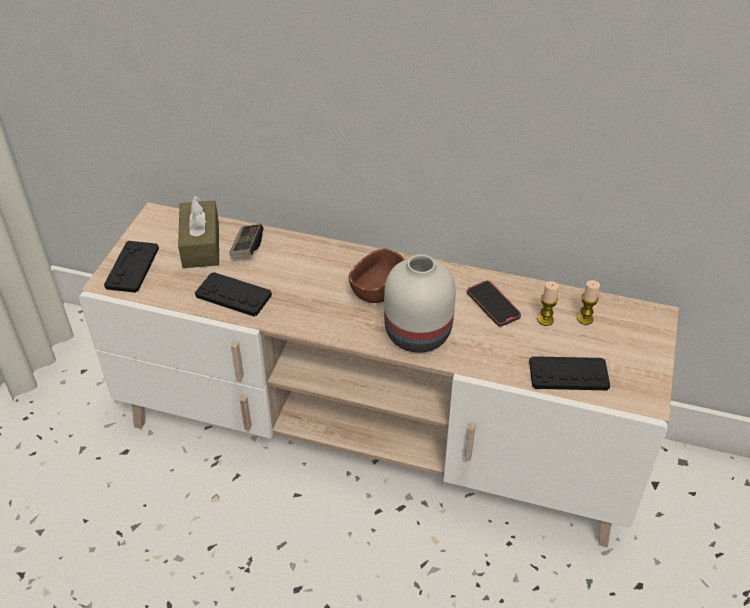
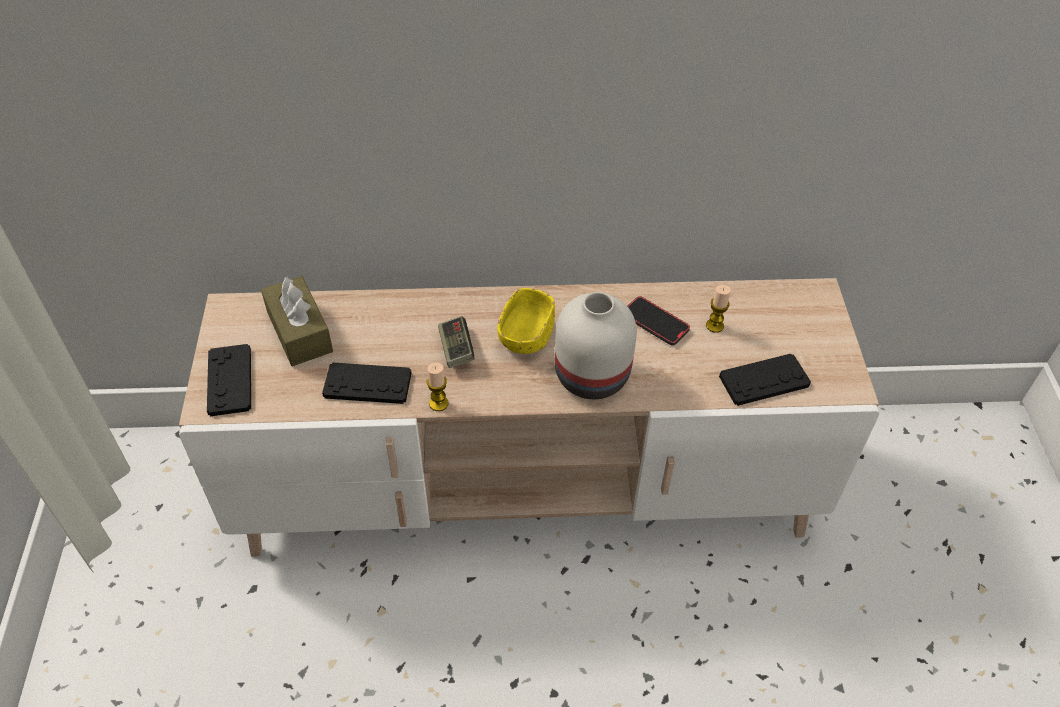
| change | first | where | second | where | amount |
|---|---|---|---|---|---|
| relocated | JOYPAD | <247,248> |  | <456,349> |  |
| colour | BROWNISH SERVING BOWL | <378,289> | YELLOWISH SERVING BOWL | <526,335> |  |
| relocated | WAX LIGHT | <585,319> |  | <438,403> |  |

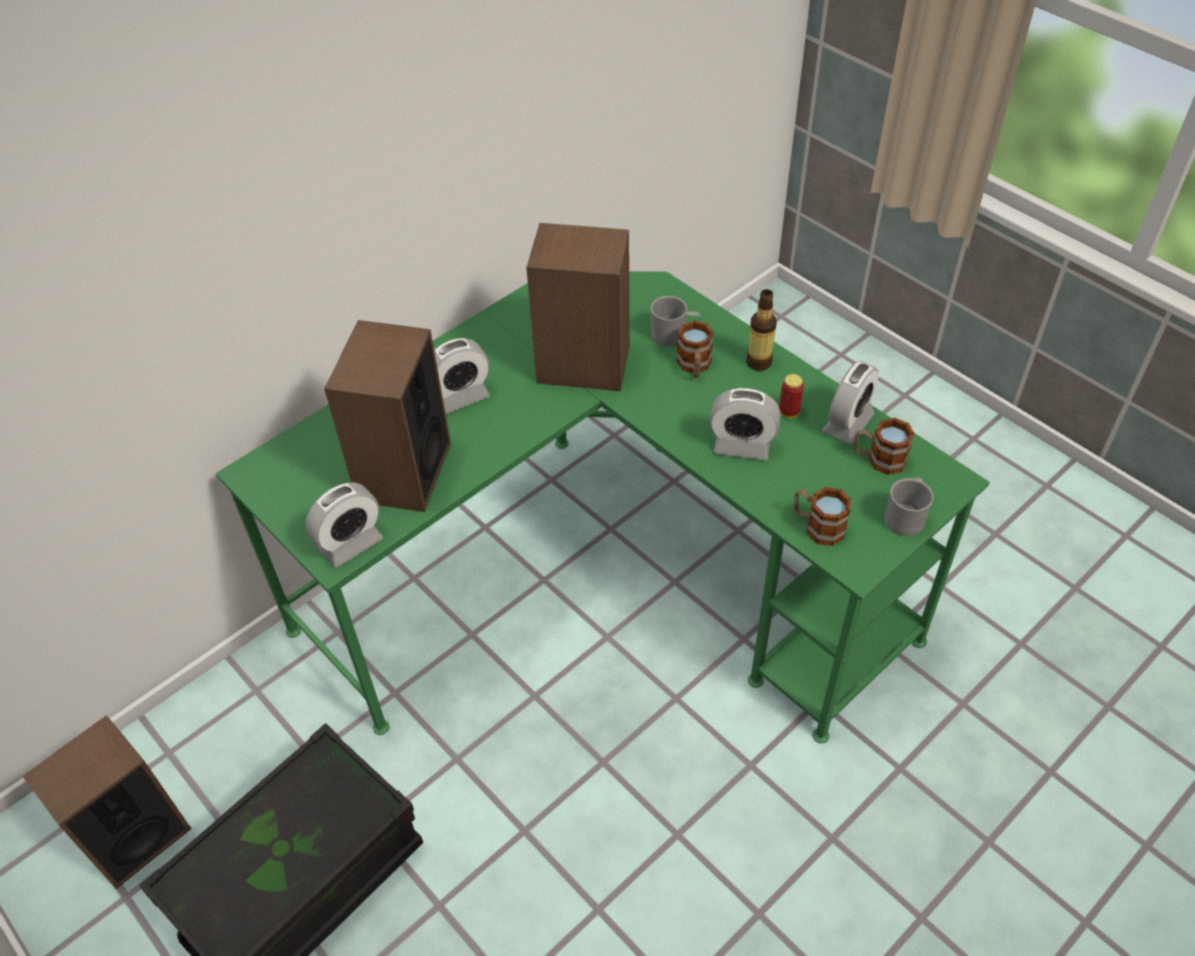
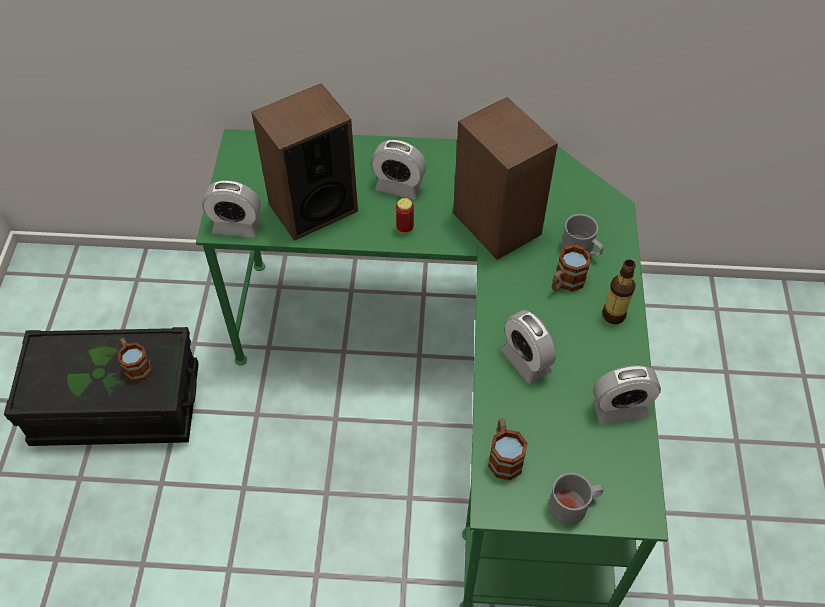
| change | first | where | second | where | amount |
|---|---|---|---|---|---|
| missing | LOUDSPEAKER | <136,835> |  |  |  |
| relocated | METAL CAN | <788,412> |  | <405,228> |  |
| relocated | TEA MUG | <878,459> |  | <136,366> |  |

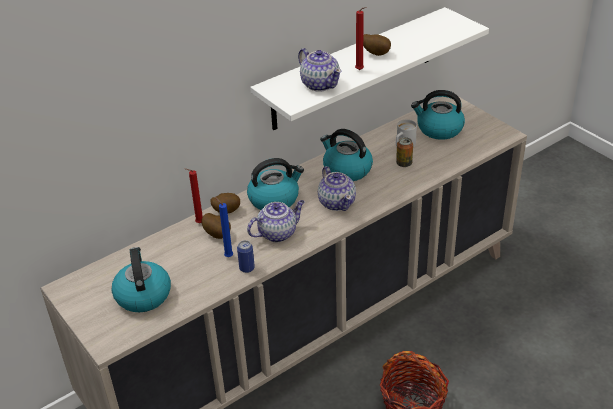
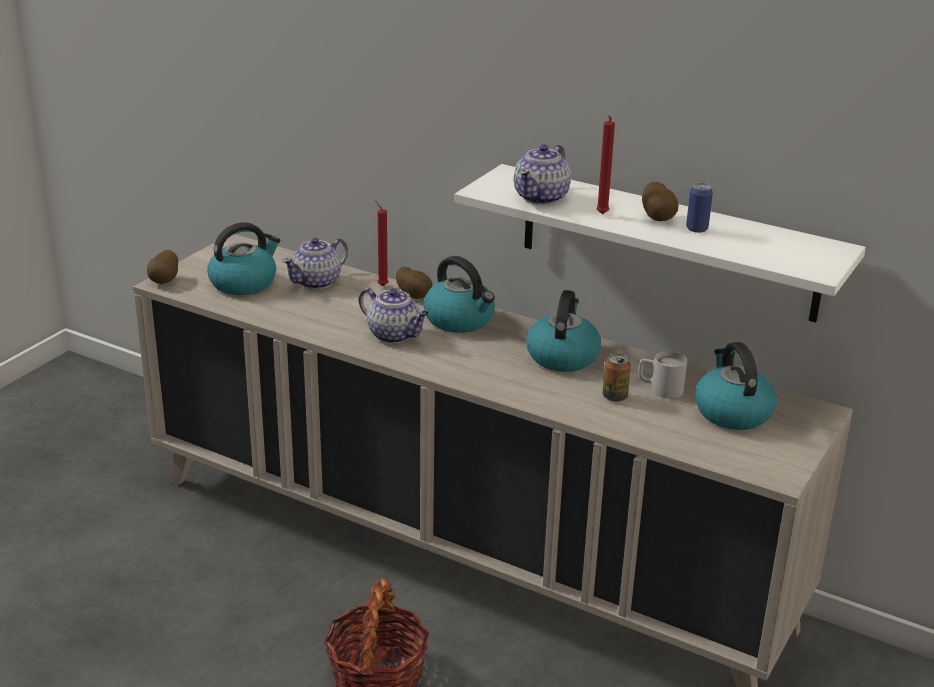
| change | first | where | second | where | amount |
|---|---|---|---|---|---|
| relocated | WHOLE POTATO | <218,234> |  | <165,281> |  |
| missing | BLUE WAX LIGHT | <227,256> |  |  |  |
| relocated | METAL CAN | <247,268> |  | <697,229> |  |
| relocated | POT FOR TEA | <337,202> |  | <317,282> |  |

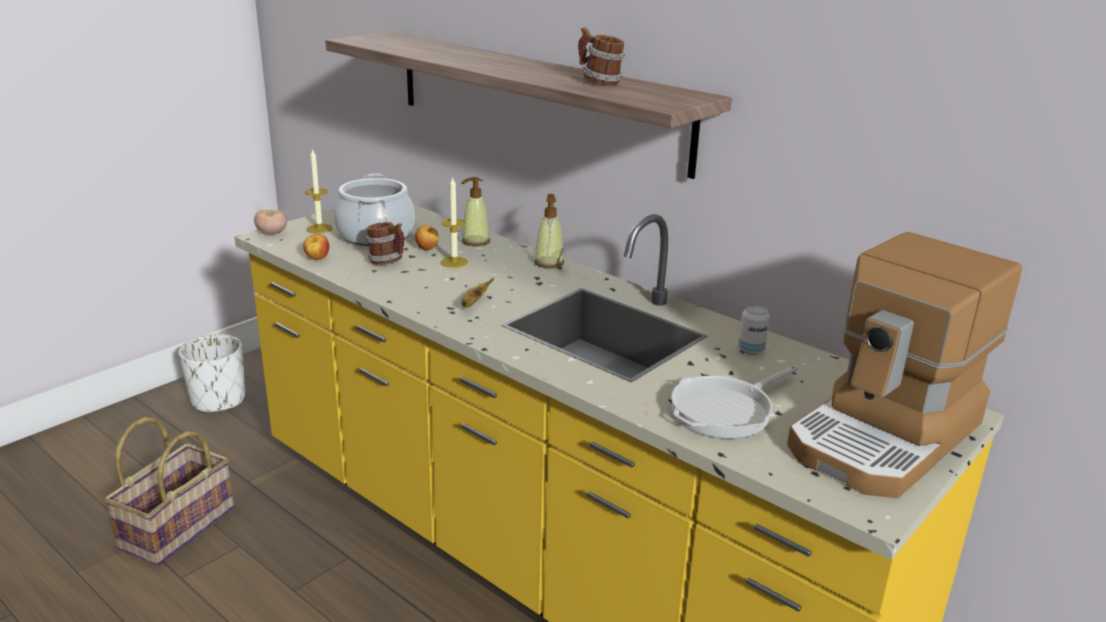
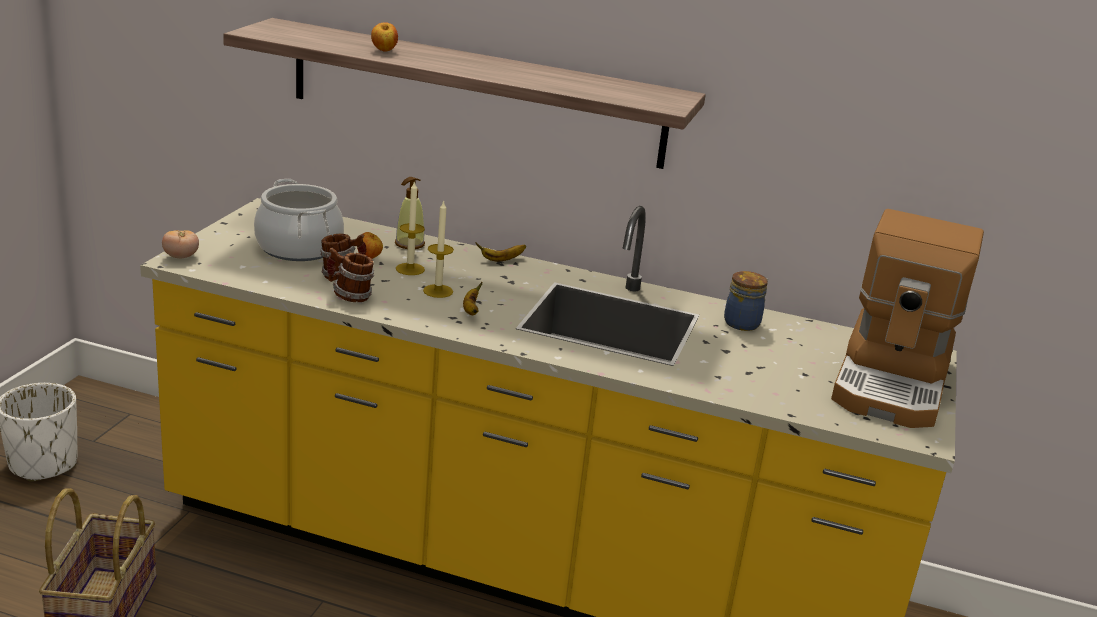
| change | first | where | second | where | amount |
|---|---|---|---|---|---|
| relocated | APPLE | <317,259> |  | <384,51> |  |
| relocated | WAX LIGHT | <319,229> |  | <438,291> |  |
| exchanged | SOAP BOTTLE | <549,263> | WHOLE BANANA | <501,260> |  |
| relocated | TEA MUG | <599,82> |  | <350,296> |  |
| missing | FRYING PAN | <726,410> |  |  |  |
| exchanged | METAL CAN | <751,350> | STORAGE JAR | <743,323> |  |

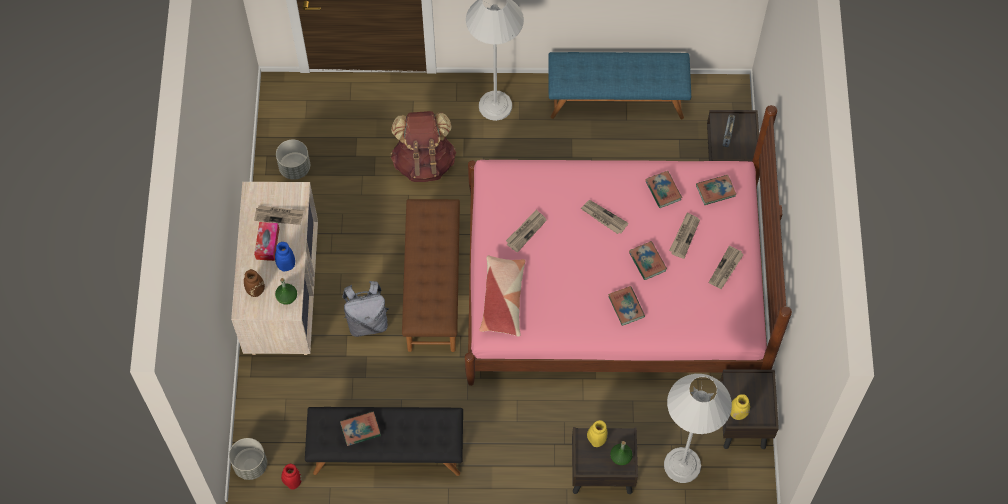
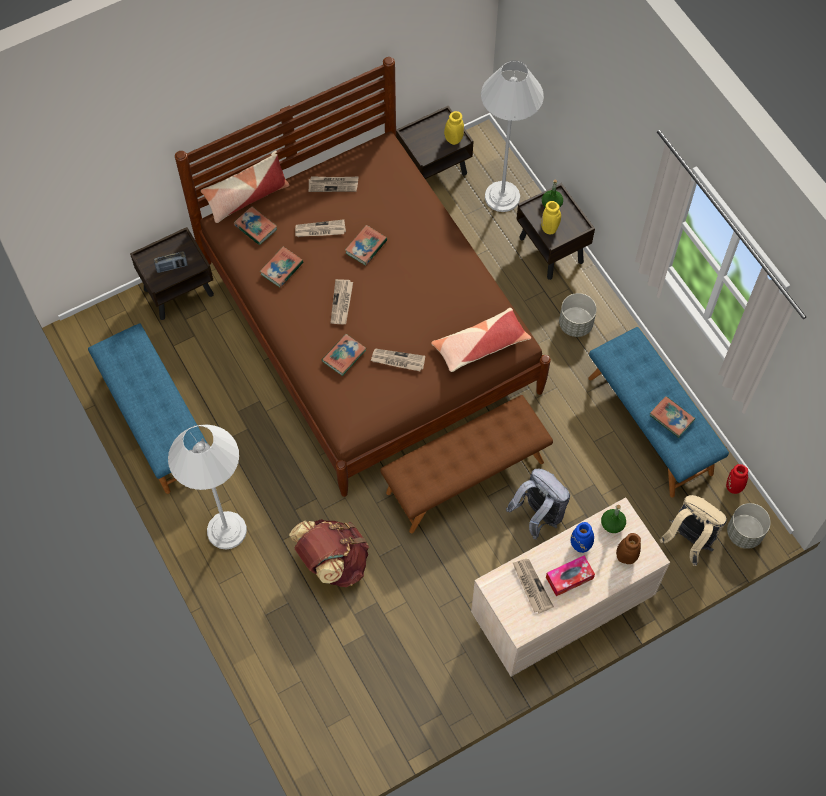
| change | first | where | second | where | amount |
|---|---|---|---|---|---|
| relocated | GREYISH FLOWER POT | <295,168> |  | <575,324> |  |
| colour | BLACKISH LONG SEAT | <387,452> | BLUE LONG SEAT | <651,425> |  |
| colour | PINKISH BED | <612,288> | BROWNISH BED | <369,325> |  |
| relocated | BOUND BOOK | <626,307> |  | <344,356> |  |
| appeared |  |  | PILLOW | <247,198> |  |
| appeared |  |  | BEIGE KNAPSACK | <688,540> |  |

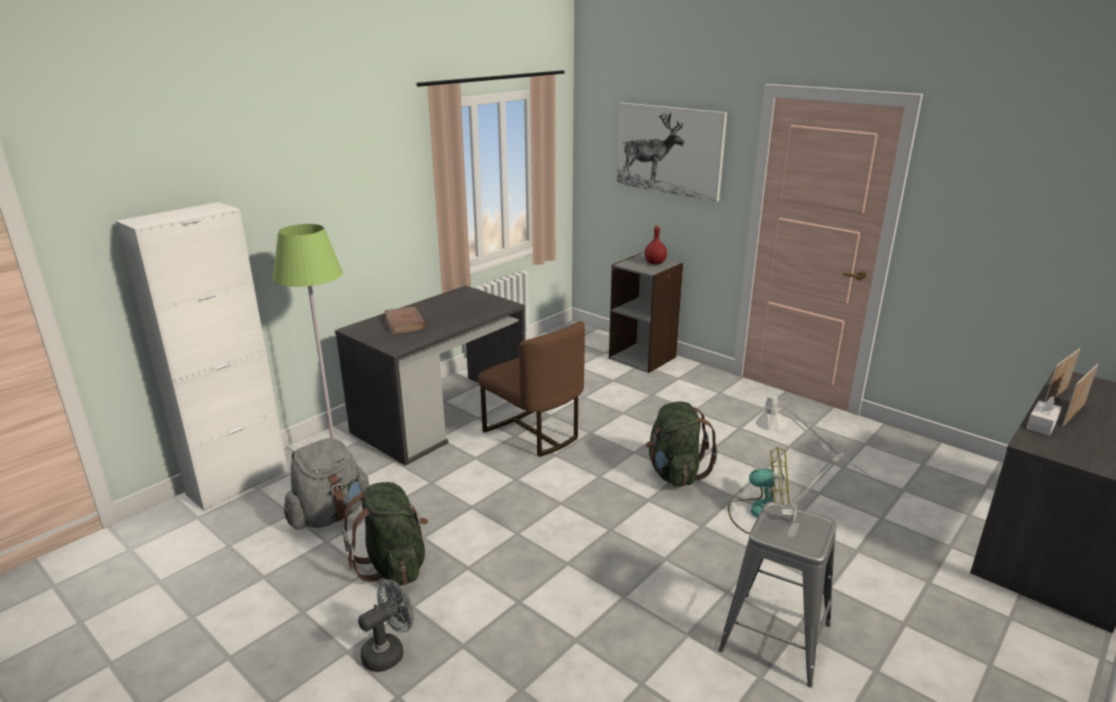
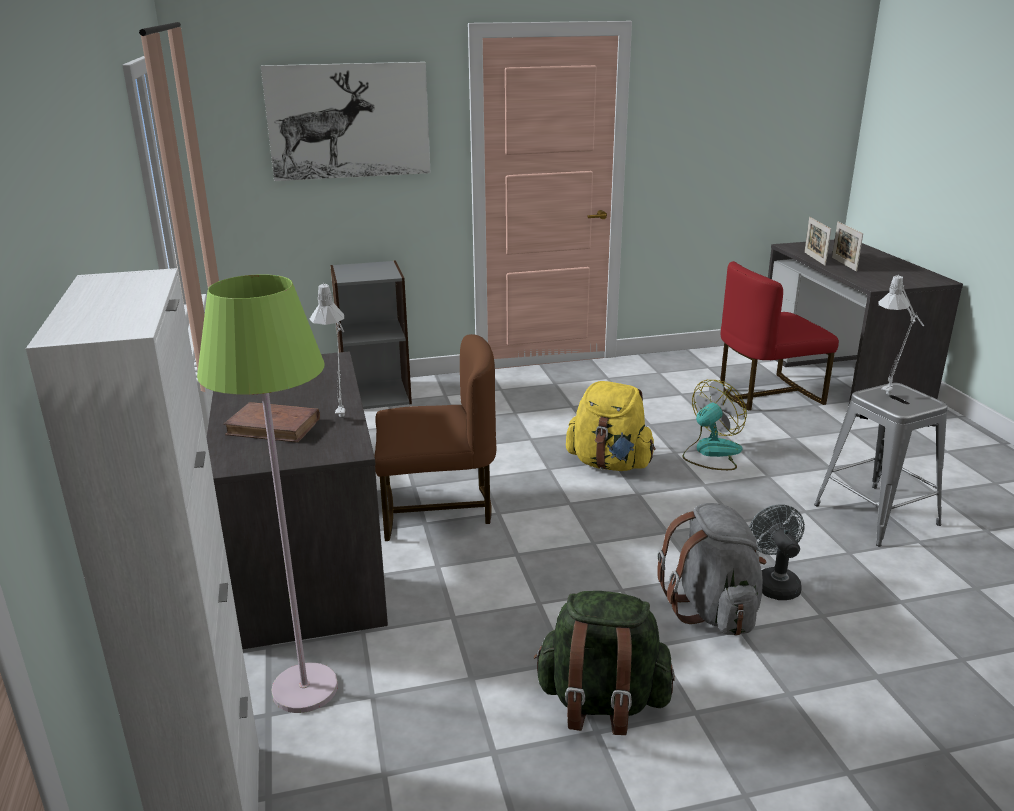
| change | first | where | second | where | amount |
|---|---|---|---|---|---|
| relocated | GREYISH KNAPSACK | <330,515> |  | <713,609> |  |
| relocated | GREYISH COOLING FAN | <389,651> |  | <774,583> |  |
| missing | RED BOTTLE | <654,263> |  |  |  |
| colour | GREEN KNAPSACK | <675,473> | YELLOWISH KNAPSACK | <609,464> |  |
| missing | WHITE-COLOURED TISSUE HOLDER | <1041,425> |  |  |  |
| appeared |  |  | GREYISH LAMP FOR A TABLE | <342,414> |  |
| appeared |  |  | RED PLAIN CHAIR | <767,394> |  |

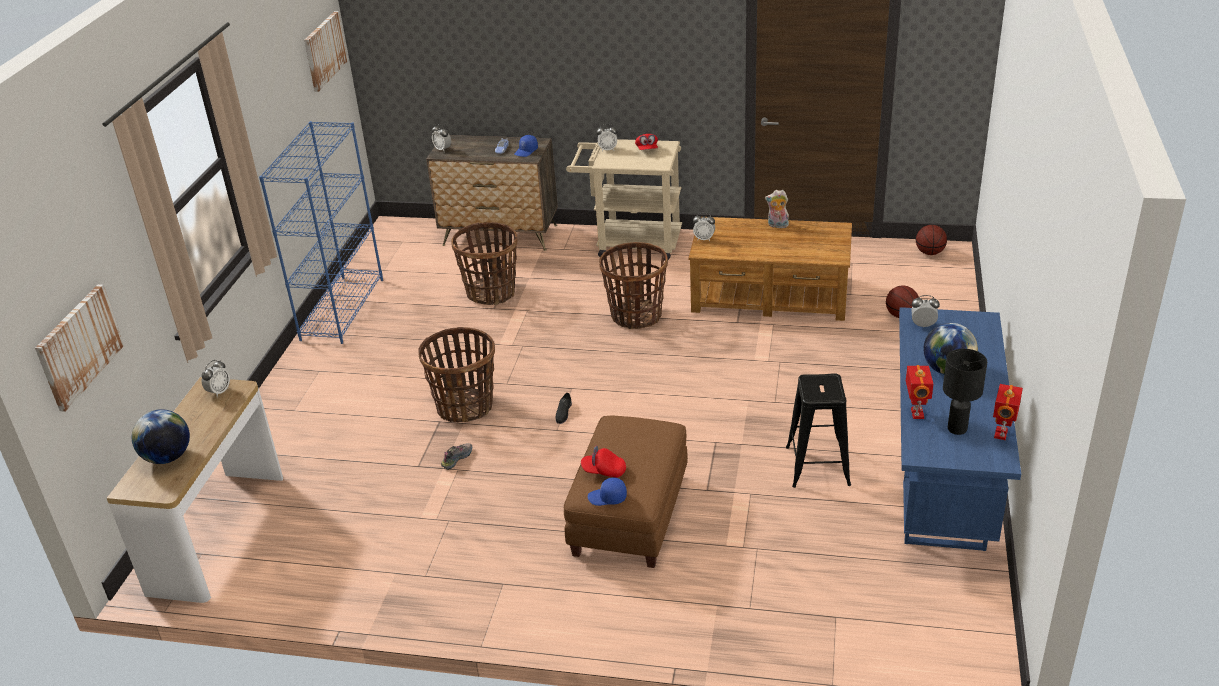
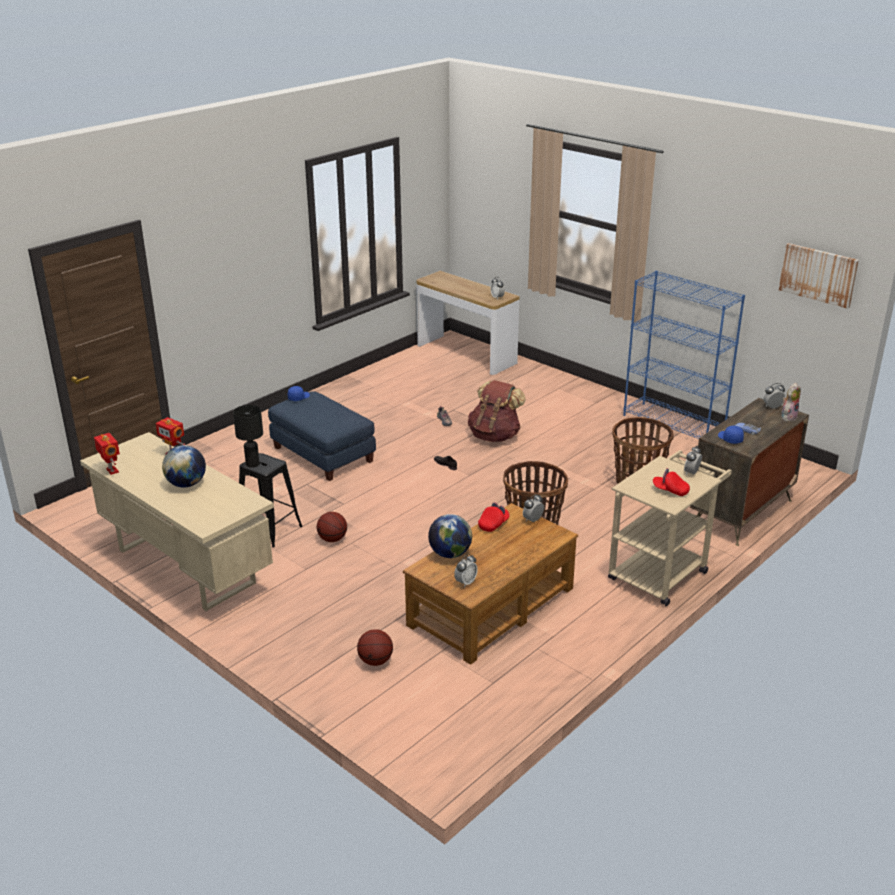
| change | first | where | second | where | amount |
|---|---|---|---|---|---|
| missing | WALL PICTURE | <79,346> |  |  |  |
| relocated | DESK GLOBE | <168,457> |  | <450,554> |  |
| exchanged | STORAGE BASKET | <465,407> | BROWNISH KNAPSACK | <495,436> |  |
| colour | BROWNISH FOOTREST | <629,515> | BLUE FOOTREST | <322,454> |  |
| relocated | RED BASEBALL CAP | <604,471> |  | <493,524> |  |
| relocated | PLUSH TOY | <777,225> |  | <788,417> |  |
| colour | BLUE DESK UNIT | <942,484> | BEIGE DESK UNIT | <185,566> |  |
| relocated | TABLE CLOCK | <923,325> |  | <465,582> |  |
| relocated | BASKETBALL BALL | <929,253> |  | <332,539> |  |
| relocated | BLACKISH LAMP FOR A TABLE | <956,428> |  | <253,464> |  |

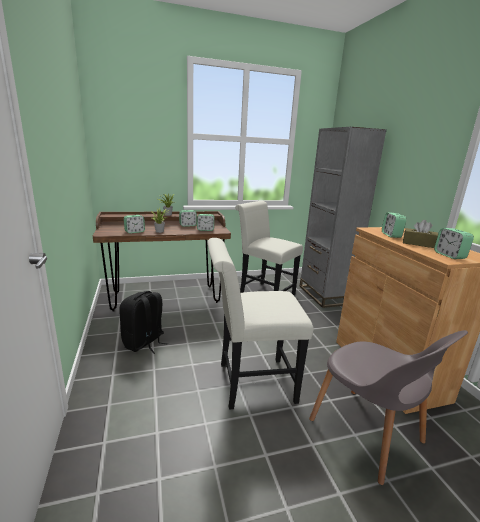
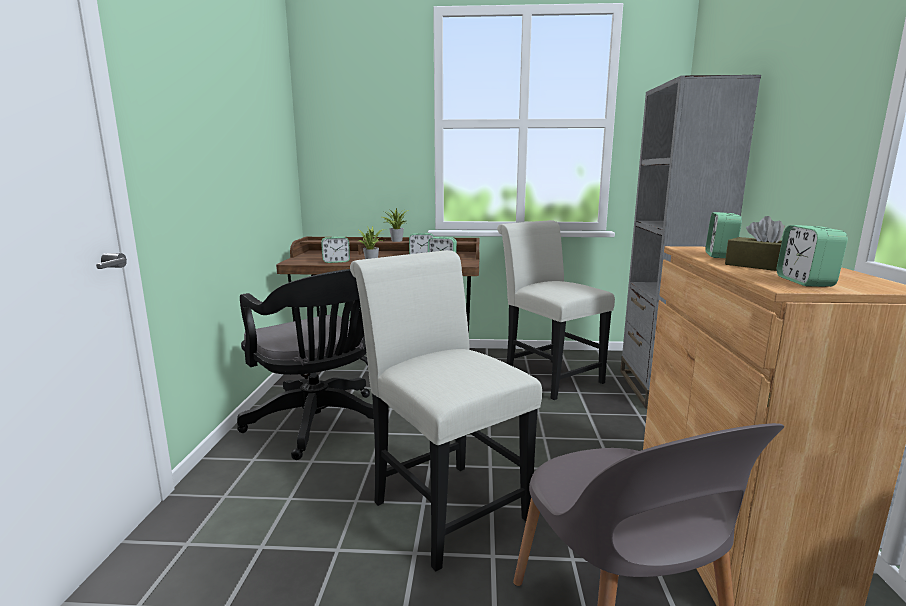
| change | first | where | second | where | amount |
|---|---|---|---|---|---|
| exchanged | BLACKISH KNAPSACK | <144,343> | BLACKISH DESK CHAIR | <320,424> |  |
| spun | WHITE-COLOURED PLAIN CHAIR | <250,383> |  | <443,504> | 45 degrees clockwise |

